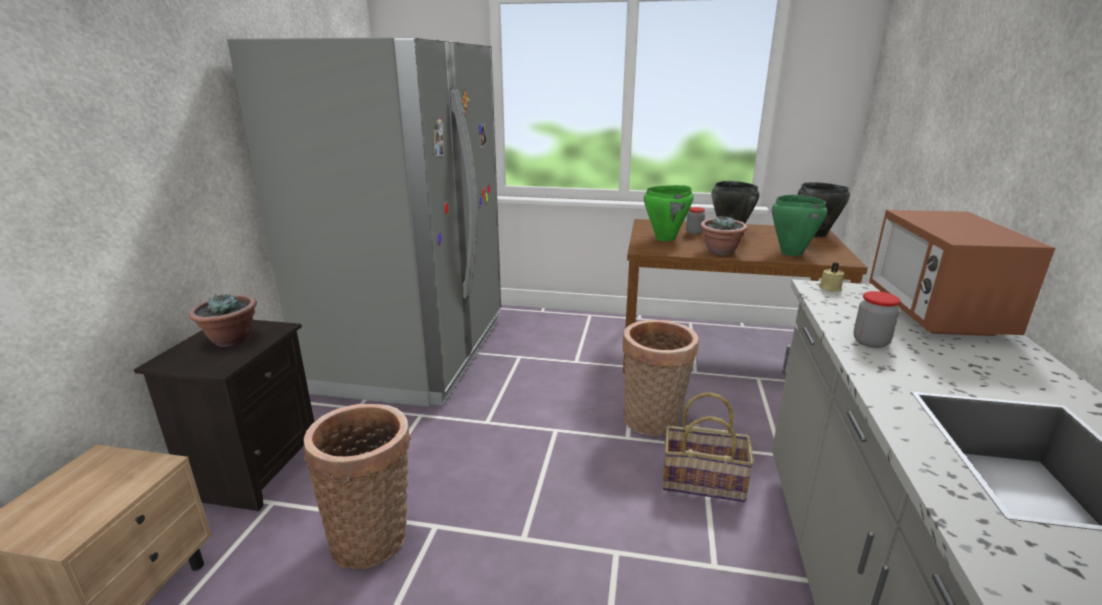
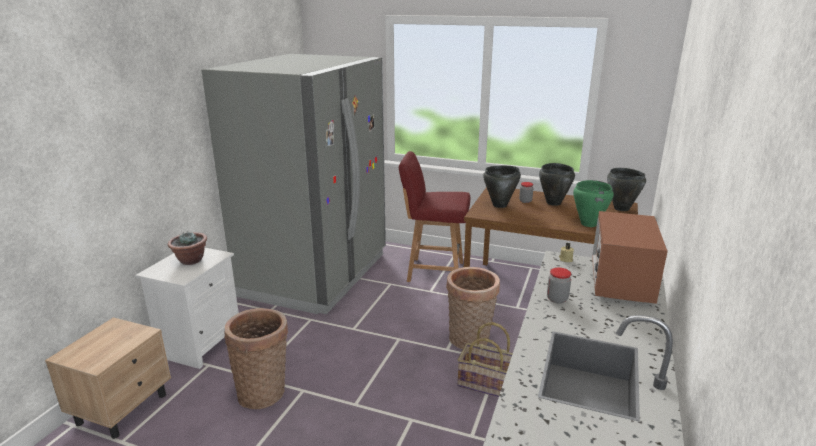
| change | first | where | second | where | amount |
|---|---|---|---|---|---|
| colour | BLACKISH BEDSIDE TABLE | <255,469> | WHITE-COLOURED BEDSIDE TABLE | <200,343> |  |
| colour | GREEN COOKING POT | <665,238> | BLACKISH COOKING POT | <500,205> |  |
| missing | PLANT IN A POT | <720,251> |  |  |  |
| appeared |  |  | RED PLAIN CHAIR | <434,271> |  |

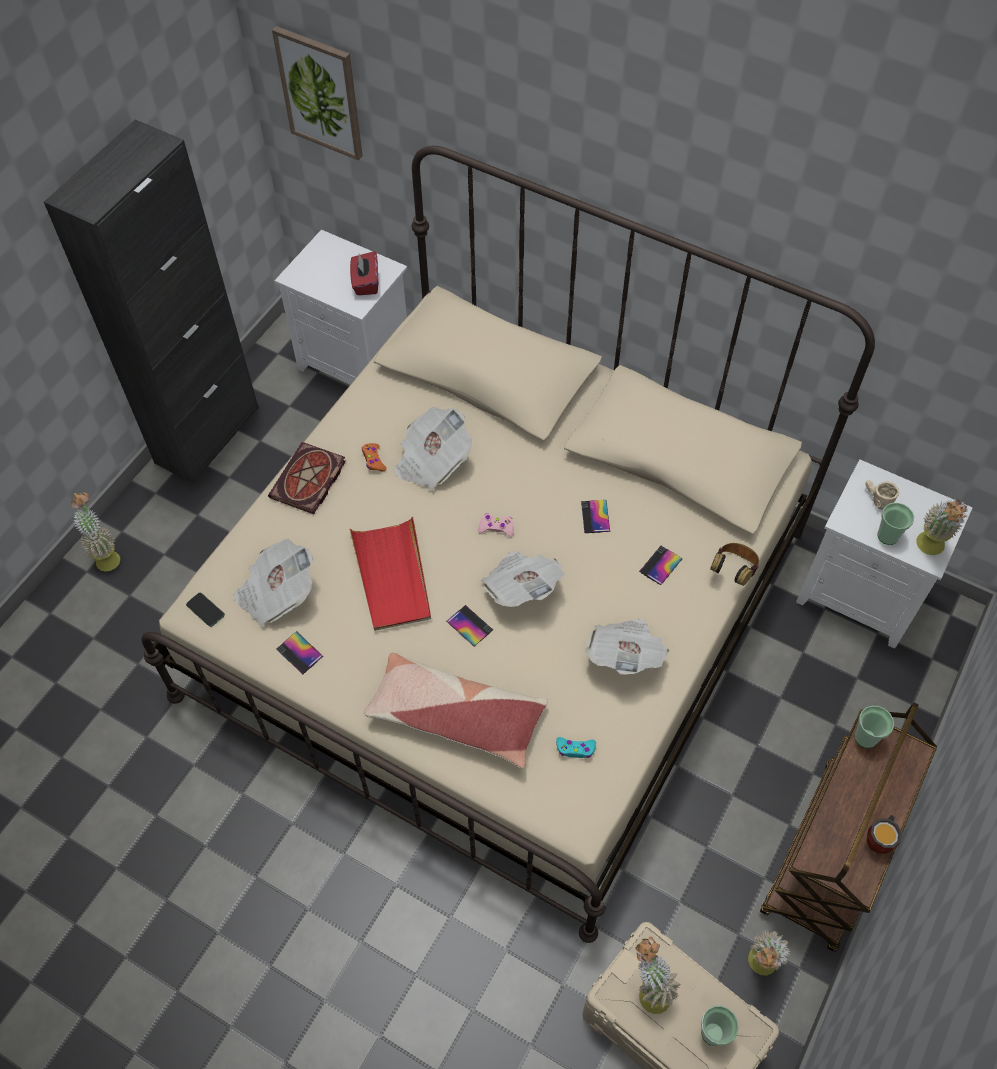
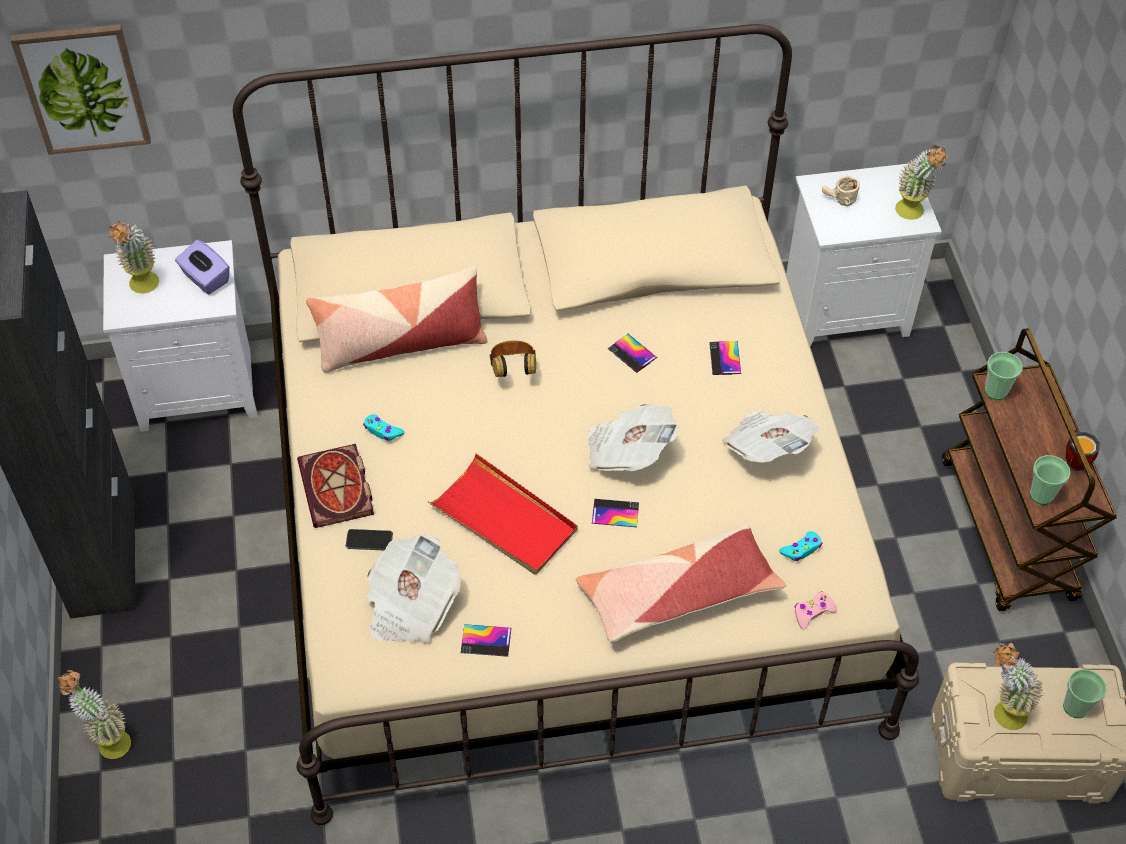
| change | first | where | second | where | amount |
|---|---|---|---|---|---|
| relocated | PHONE | <205,610> |  | <369,540> |  |
| colour | RED TISSUE HOLDER | <366,283> | PURPLE TISSUE HOLDER | <205,278> |  |
| colour | ORANGE-COLOURED JOYPAD | <373,460> | TURQUOISE-COLOURED JOYPAD | <382,431> |  |
| missing | NEWSPAPER | <432,461> |  |  |  |
| relocated | PINKISH JOYPAD | <496,528> |  | <813,612> |  |
| relocated | HEADPHONES | <733,571> |  | <513,370> |  |
| relocated | PLANT IN A POT | <759,967> |  | <143,288> |  |
| relocated | DRINKING CUP | <887,536> |  | <1041,495> |  |
| appeared |  |  | PILLOW | <400,343> |  |

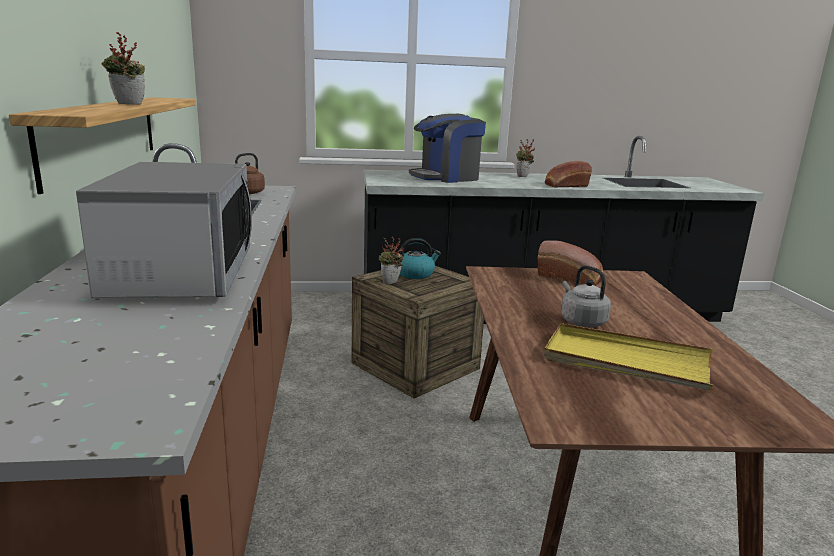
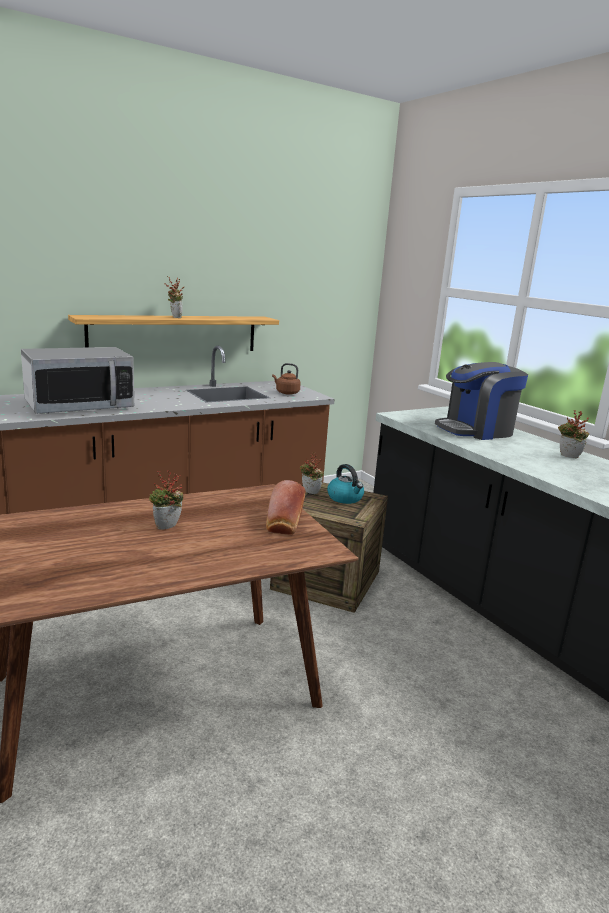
| change | first | where | second | where | amount |
|---|---|---|---|---|---|
| spun | COFFEE MAKER | <446,177> |  | <476,430> | 60 degrees counterclockwise |
| missing | YELLOWISH TRAY | <626,362> |  |  |  |
| missing | BAKED BREAD | <565,185> |  |  |  |
| exchanged | GREYISH TEA KETTLE | <581,321> | PLANT IN A POT | <167,528> |  |

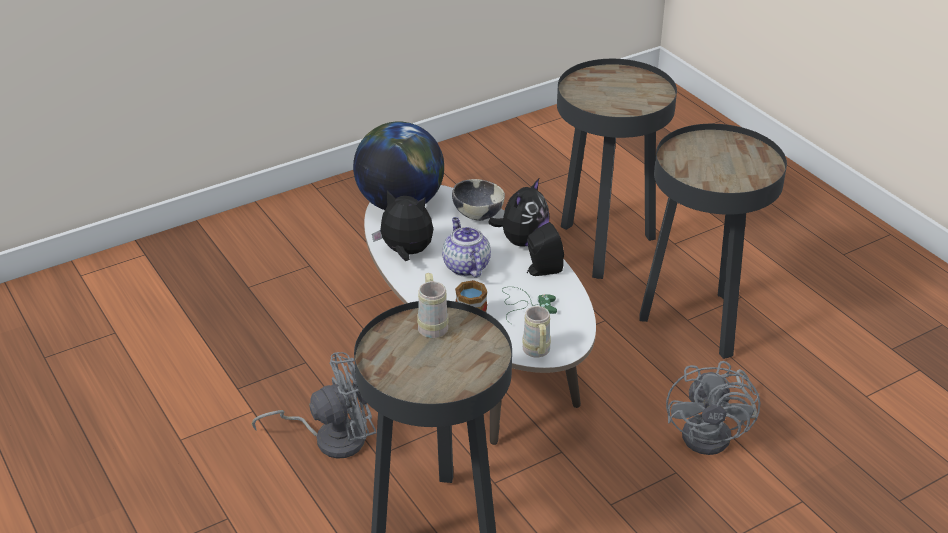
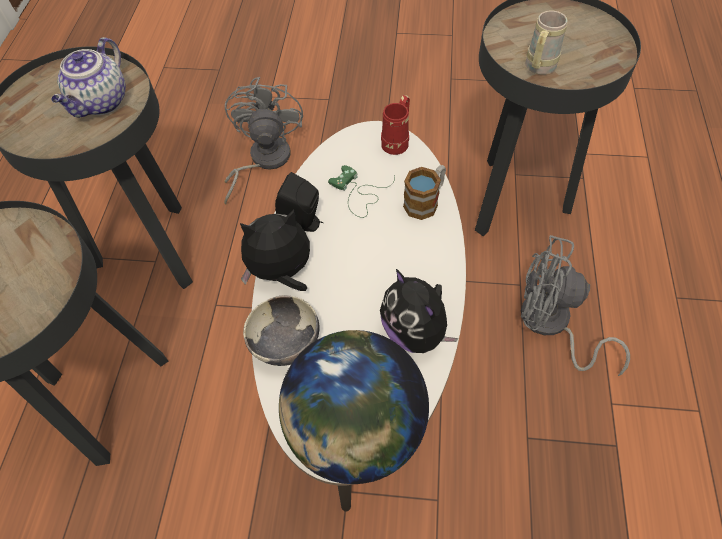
| change | first | where | second | where | amount |
|---|---|---|---|---|---|
| relocated | POT FOR TEA | <465,266> |  | <101,103> |  |
| colour | BEIGE TEA MUG | <537,353> | RED TEA MUG | <397,141> |  |
| spun | GREYISH COOLING FAN | <714,434> |  | <263,160> | 45 degrees counterclockwise |

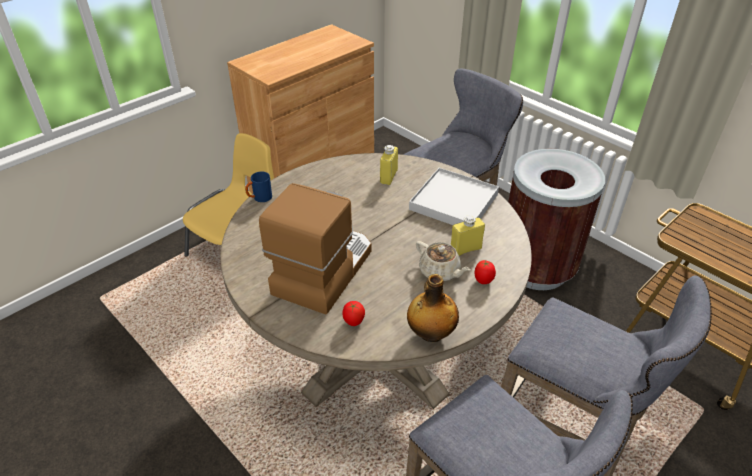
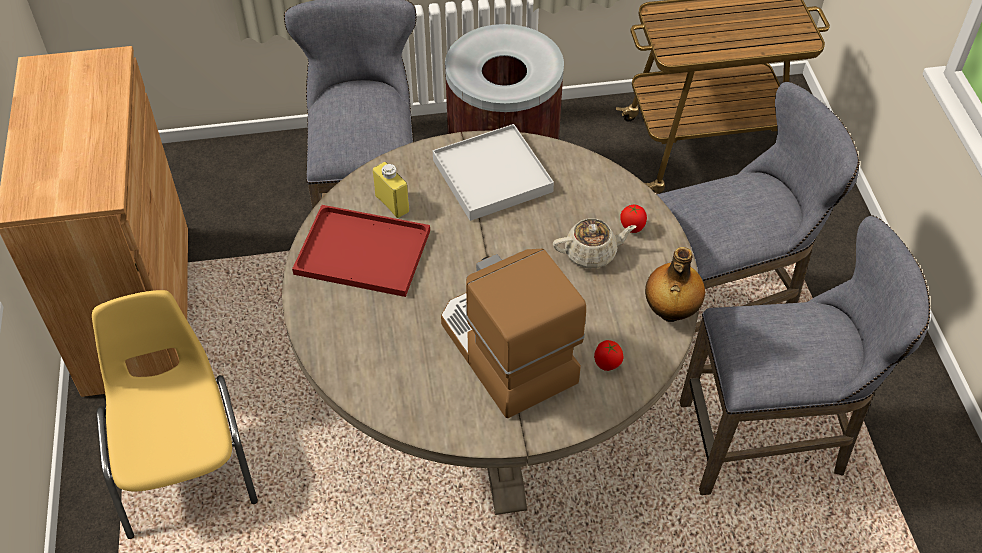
| change | first | where | second | where | amount |
|---|---|---|---|---|---|
| missing | BLUE TEA MUG | <259,198> |  |  |  |
| missing | YELLOWISH BOTTLE | <465,249> |  |  |  |
| appeared |  |  | RED TRAY | <365,251> |  |

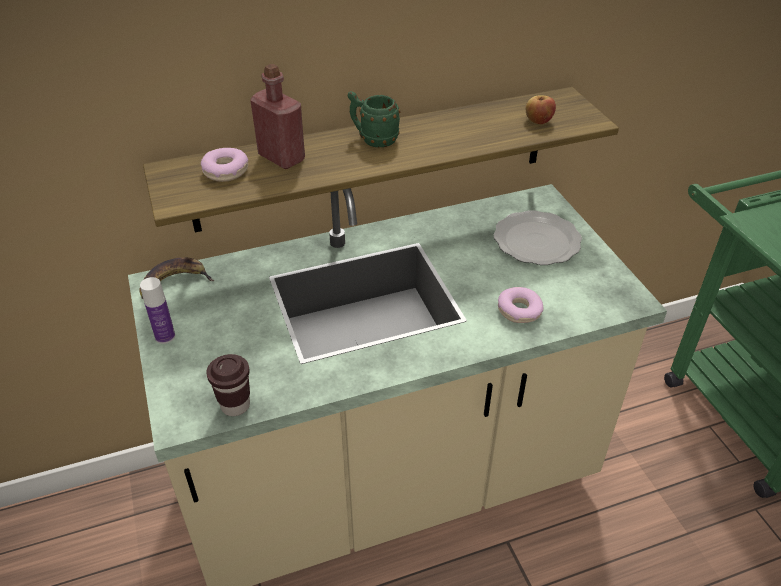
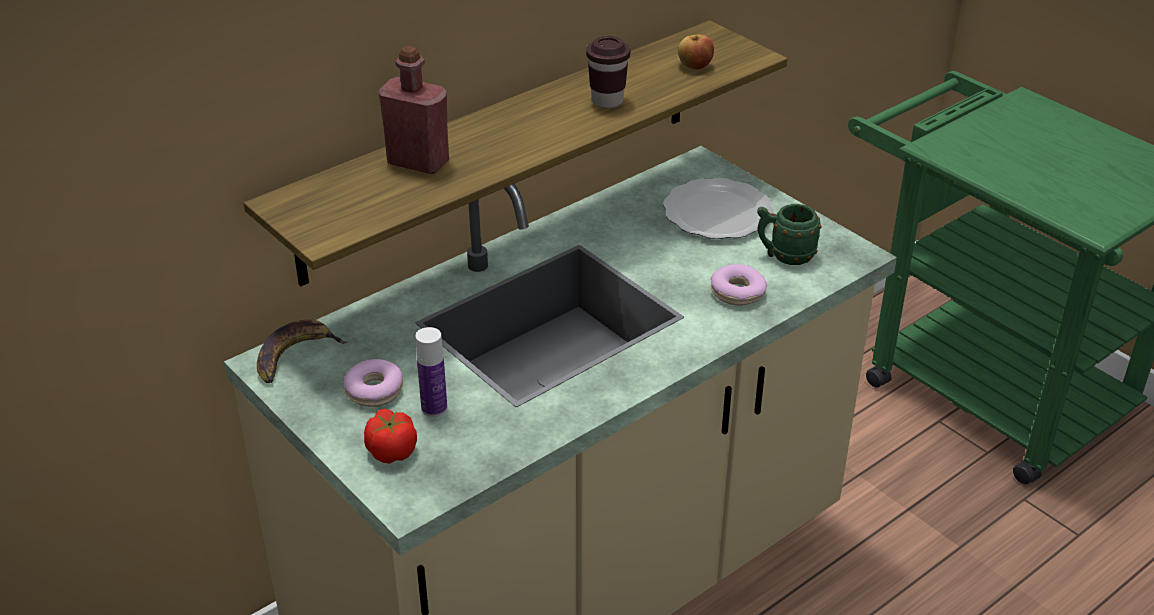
| change | first | where | second | where | amount |
|---|---|---|---|---|---|
| relocated | BOTTLE | <165,336> |  | <434,408> |  |
| relocated | RING DOUGHNUT | <226,171> |  | <374,390> |  |
| relocated | BROWNISH DRINKING CUP | <235,405> |  | <607,101> |  |
| relocated | GREEN TEA MUG | <373,139> |  | <784,256> |  |
| appeared |  |  | TOMATO | <392,451> |  |

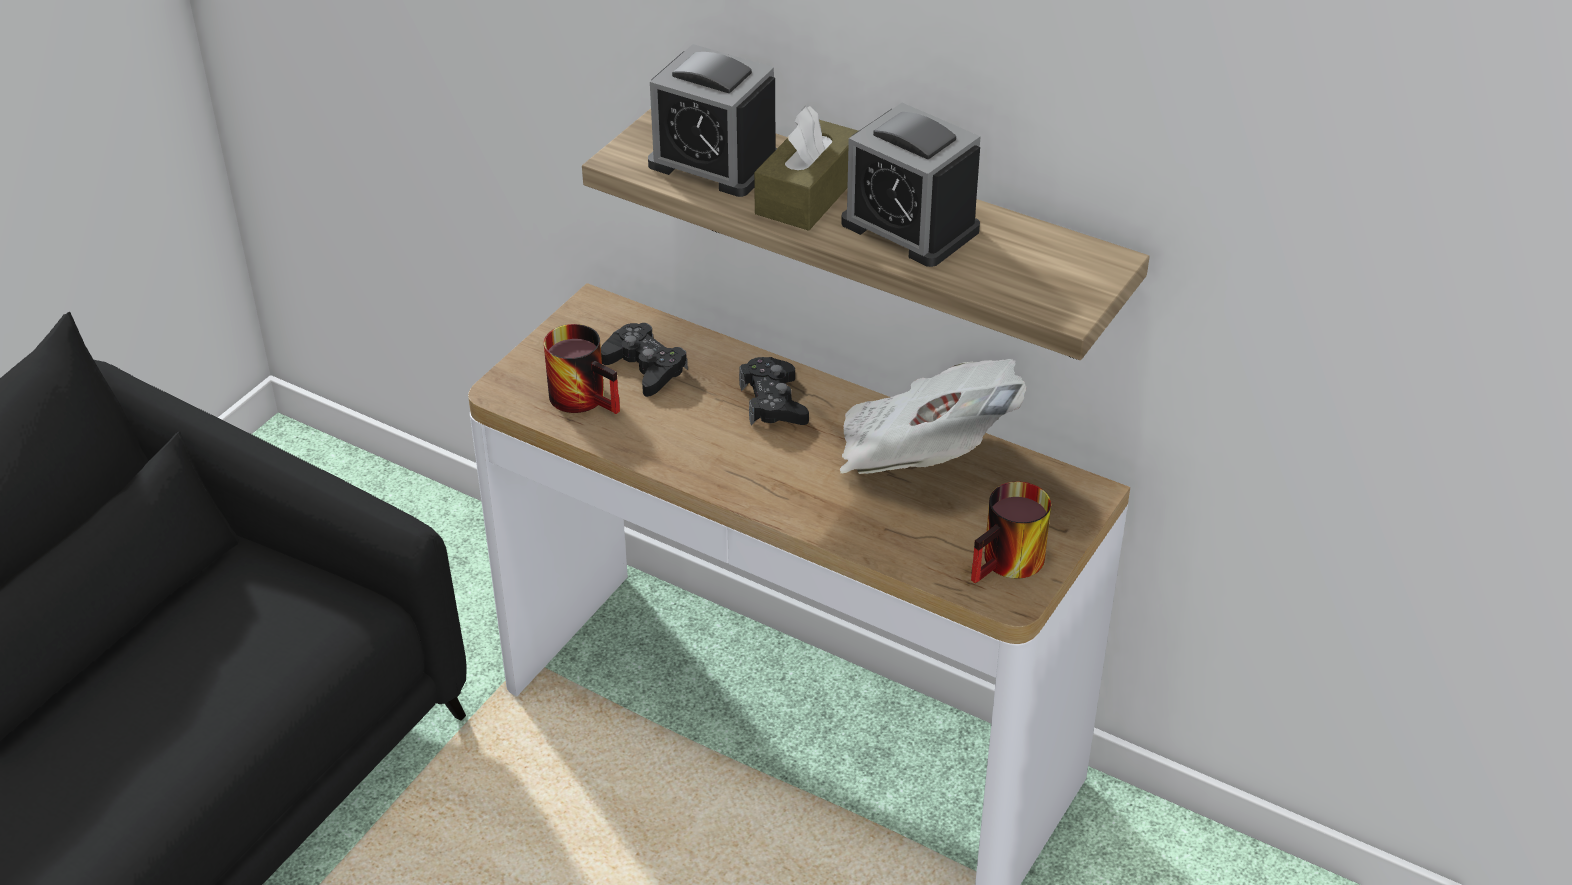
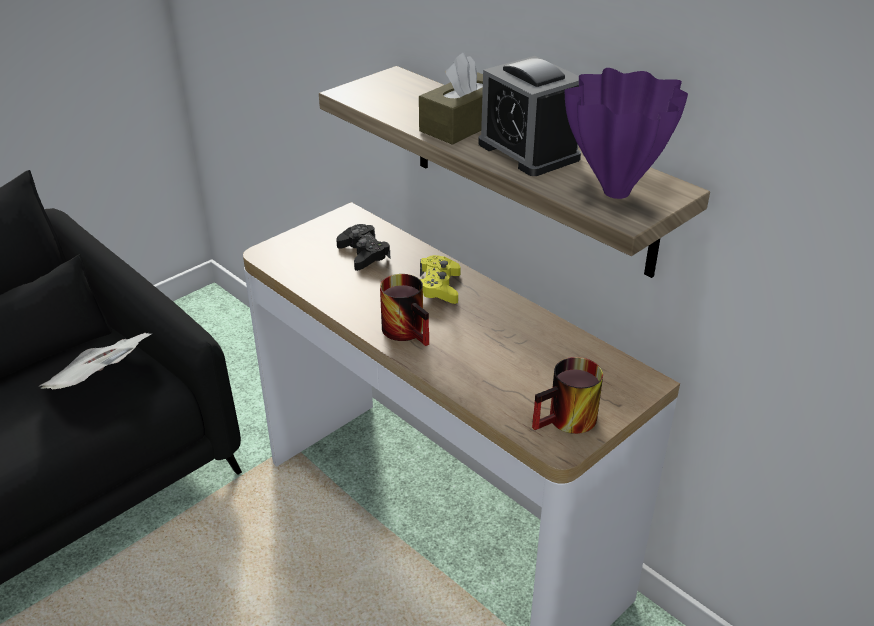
| change | first | where | second | where | amount |
|---|---|---|---|---|---|
| relocated | TEA MUG | <588,396> |  | <410,330> |  |
| missing | TABLE CLOCK | <714,162> |  |  |  |
| colour | BLACKISH JOYPAD | <773,402> | YELLOWISH JOYPAD | <438,287> |  |
| relocated | NEWSPAPER | <922,454> |  | <101,384> |  |
| appeared |  |  | PURPLE DECORATIVE VASE | <615,191> |  |

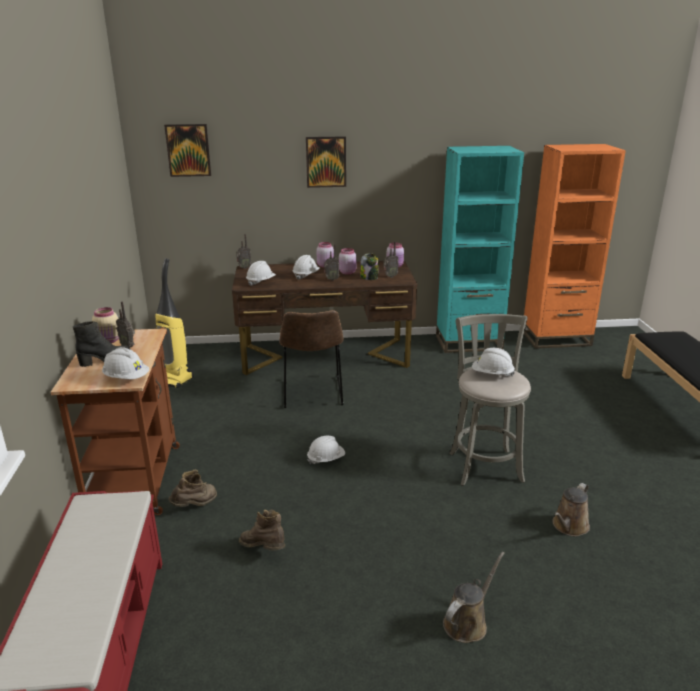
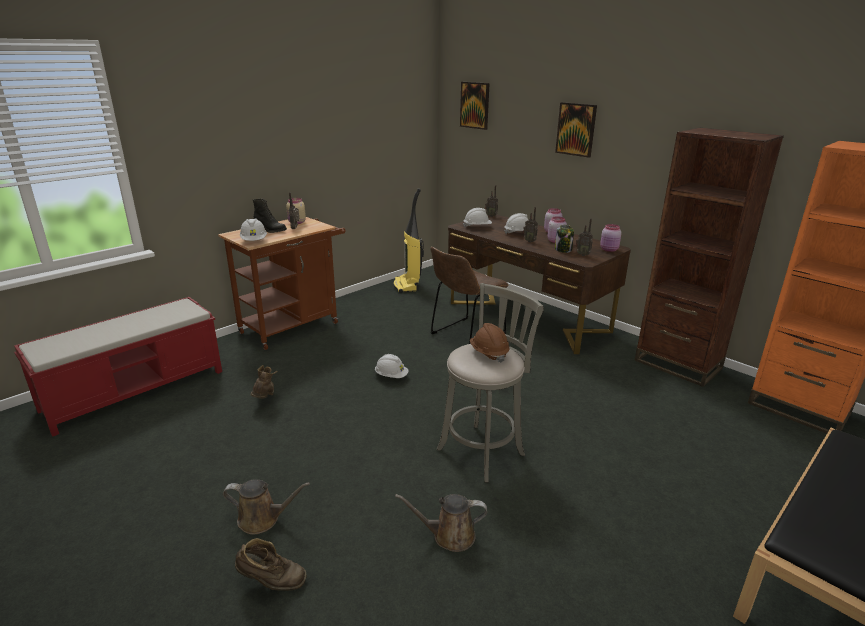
| change | first | where | second | where | amount |
|---|---|---|---|---|---|
| relocated | BROWNISH BOOT | <195,505> |  | <271,582> |  |
| colour | TURQUOISE-COLOURED BOOKCASE | <468,343> | BROWNISH BOOKCASE | <677,364> |  |
| colour | WHITE-COLOURED WORK HELMET | <492,374> | BROWNISH WORK HELMET | <488,353> |  |

